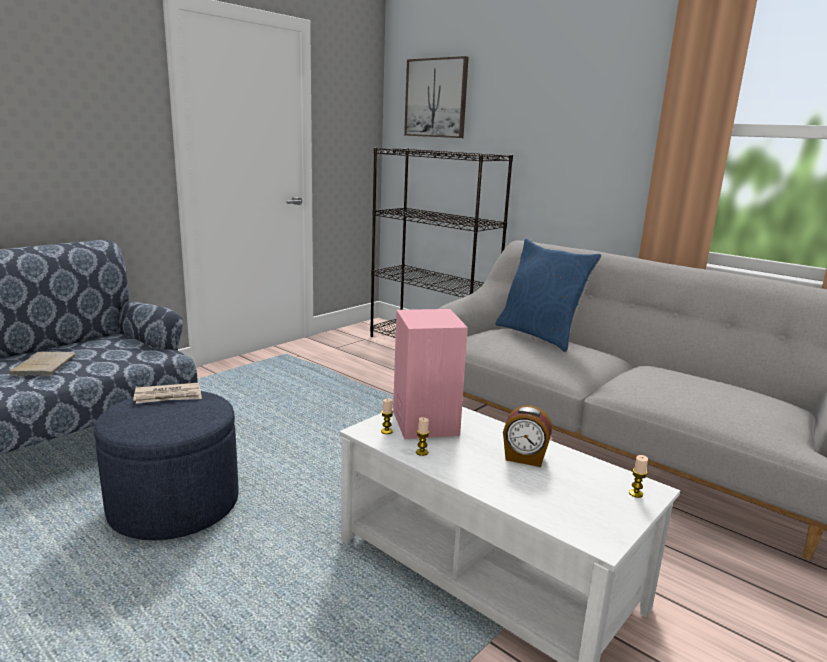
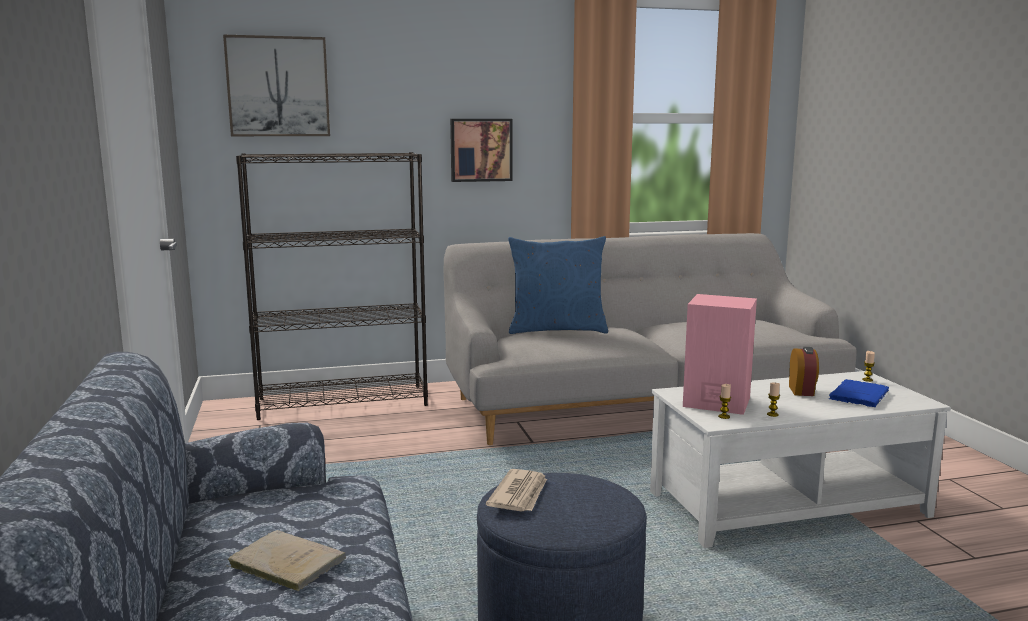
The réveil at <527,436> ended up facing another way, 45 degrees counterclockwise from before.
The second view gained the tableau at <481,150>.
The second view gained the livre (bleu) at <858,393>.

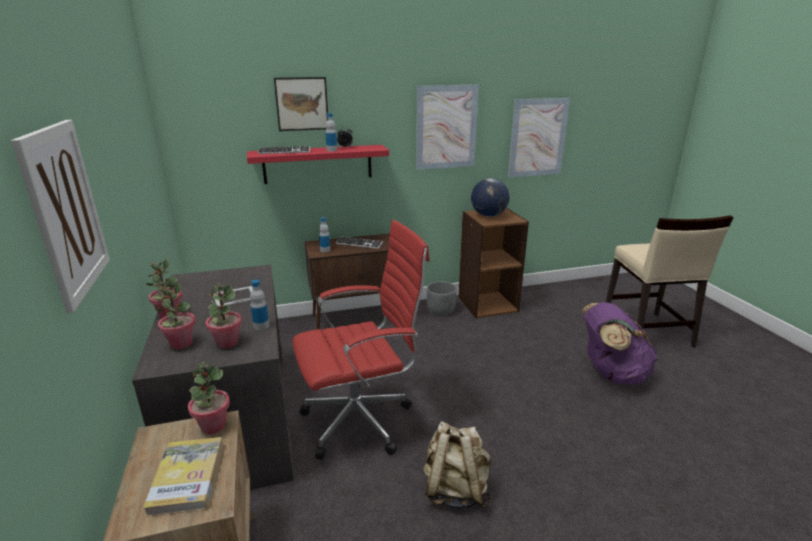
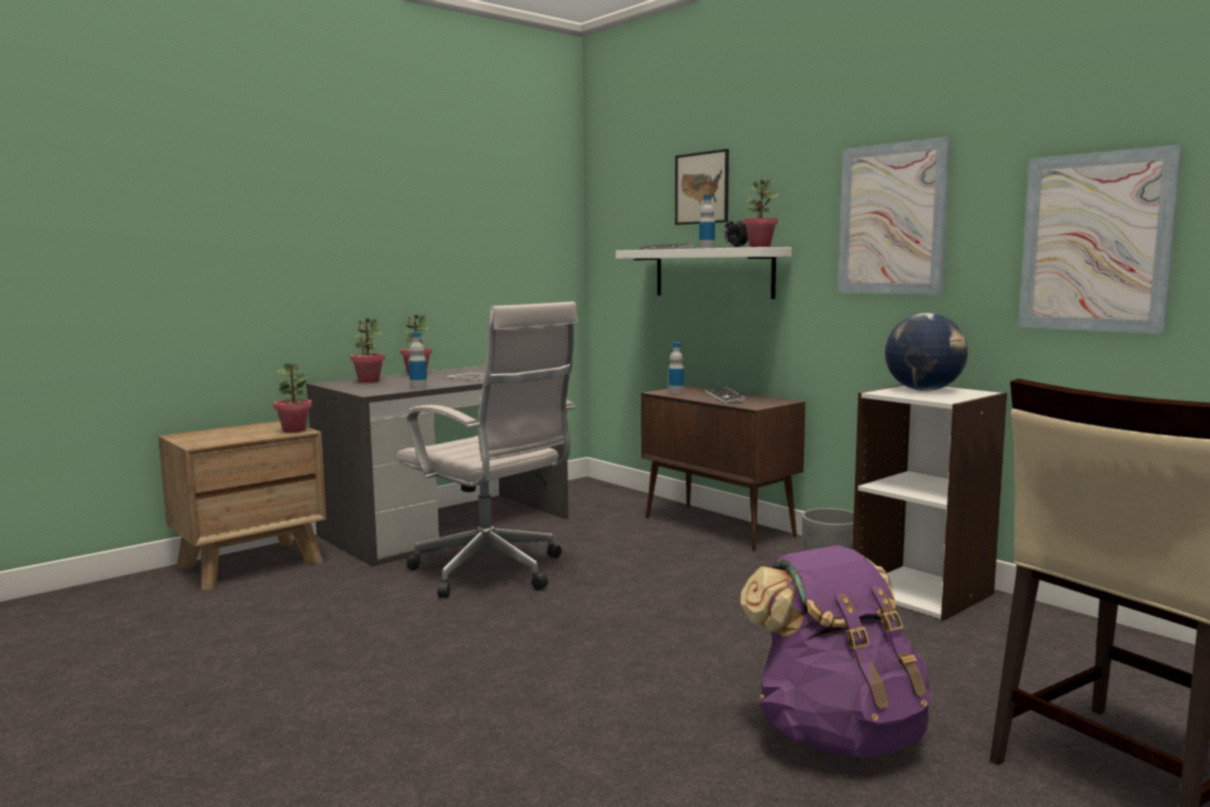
The second view lost the tableau at <60,216>.
The second view lost the livre at <183,477>.
The plante en pot ended up elsewhere, having gone from <224,315> to <761,213>.
What was the étagère (rouge) at <318,164> turned into the étagère (blanc) at <704,273>.
What was the chaise de bureau (rouge) at <360,340> turned into the chaise de bureau (blanc) at <487,450>.
The second view lost the sac à dos (beige) at <457,465>.
What was the bibliothèque (marron) at <493,263> turned into the bibliothèque (blanc) at <929,502>.

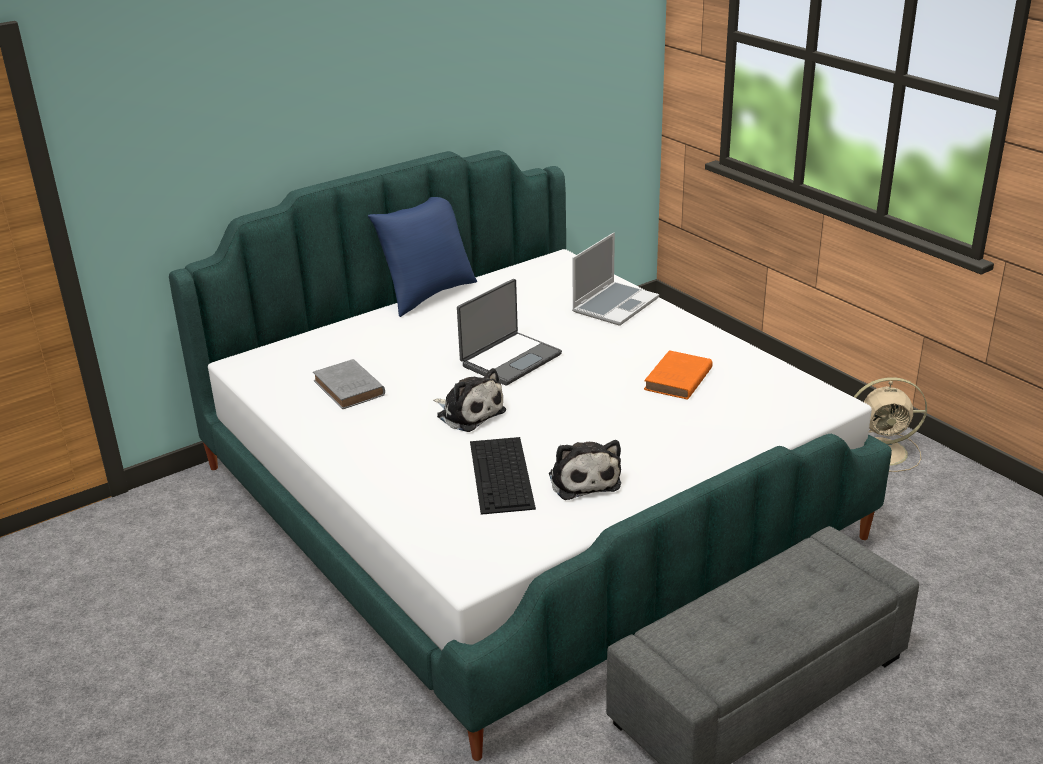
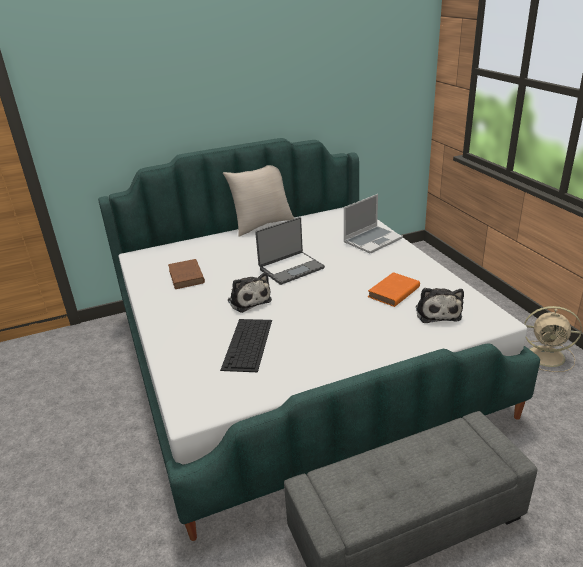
What was the livre (gris) at <349,384> turned into the livre (marron) at <186,274>.
What was the coussin (bleu) at <422,257> turned into the coussin (beige) at <259,201>.
The peluche ended up elsewhere, having gone from <585,470> to <440,305>.

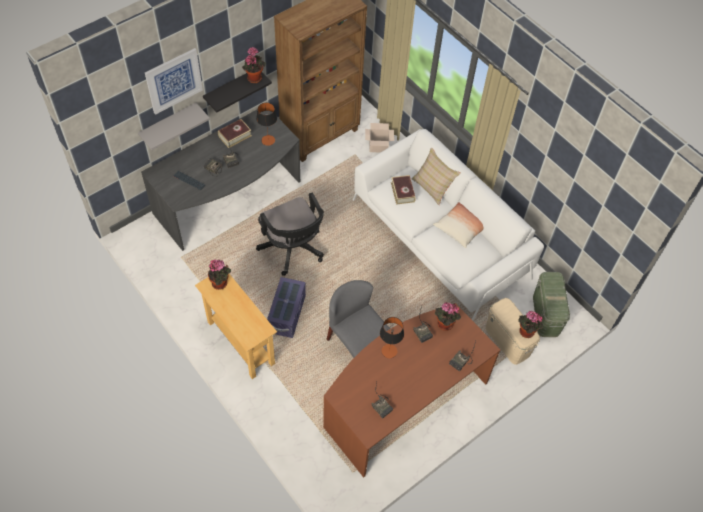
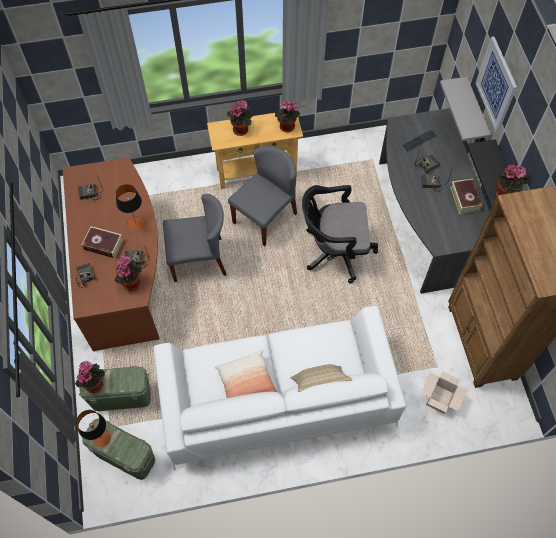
The lampe de table ended up elsewhere, having gone from <266,124> to <93,428>.
Where the boîte de rangement (violet) stood at <286,307>, the chaise (gris) came to stand at <262,196>.
The livre ended up elsewhere, having gone from <403,190> to <102,242>.
What was the boîte de rangement (beige) at <513,331> turned into the boîte de rangement (vert) at <115,388>.
The second view gained the plante en pot at <240,118>.

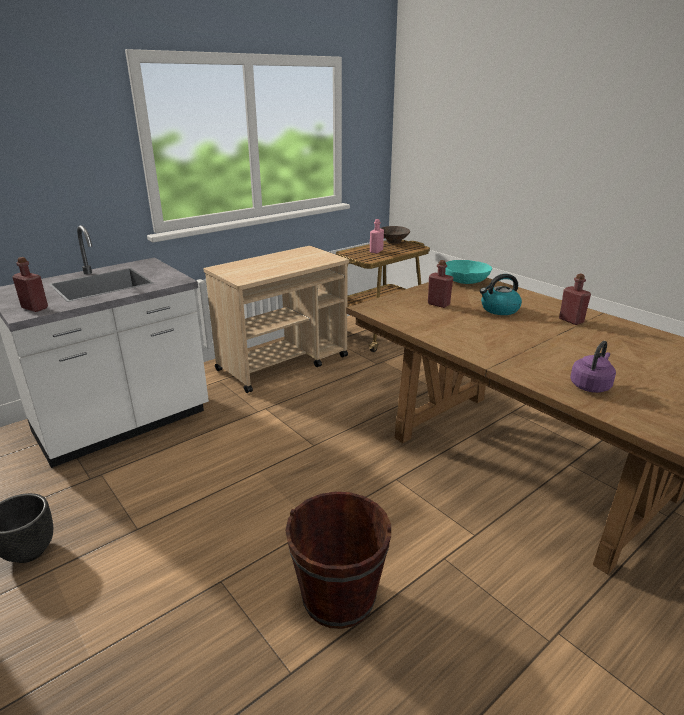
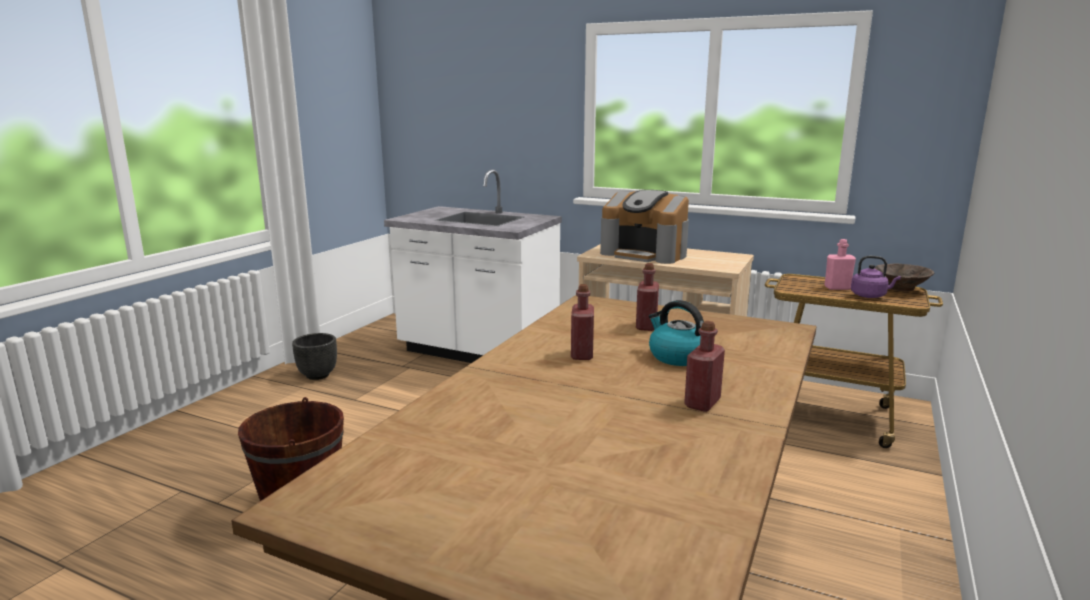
The bouteille (rouge) ended up elsewhere, having gone from <30,284> to <582,322>.
The second view lost the bol (turquoise) at <468,272>.
The bouilloire (violet) ended up elsewhere, having gone from <593,367> to <876,277>.
The second view gained the machine à café at <644,227>.

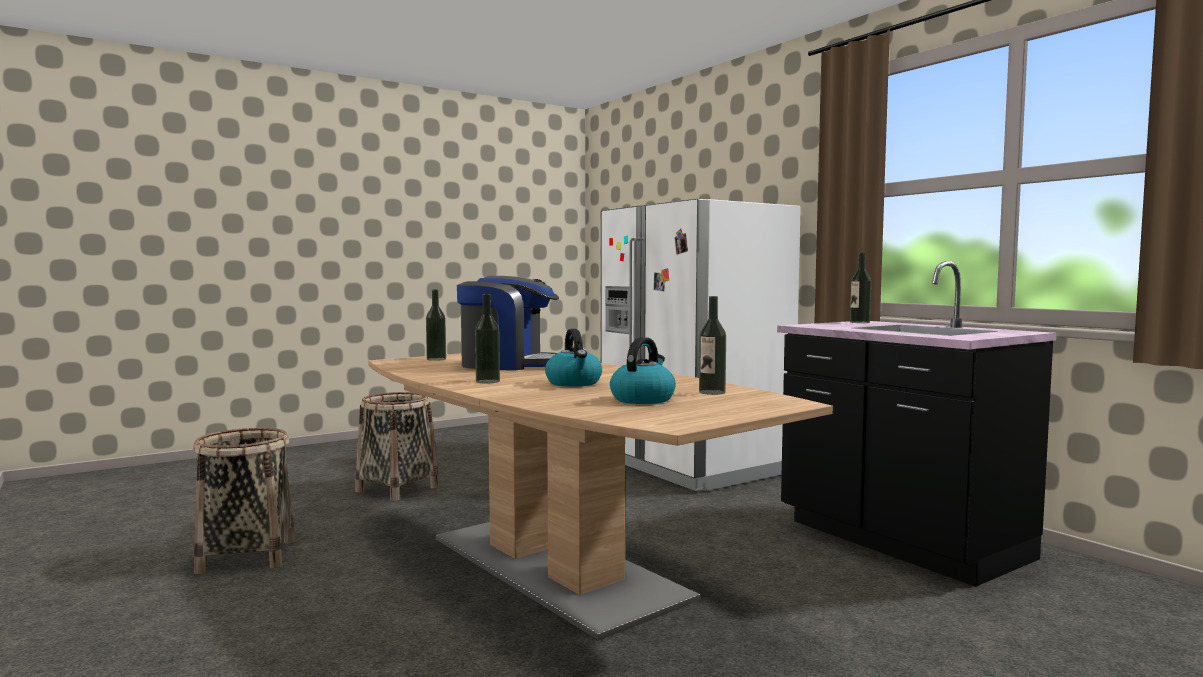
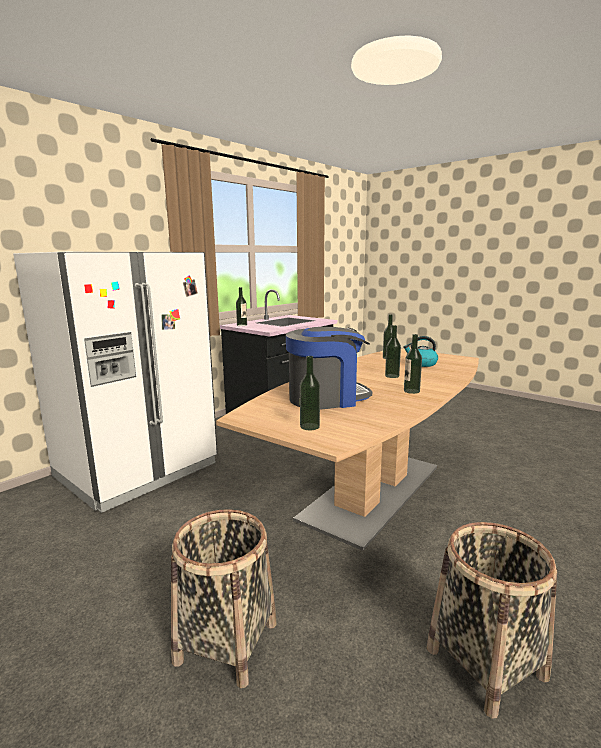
The machine à café at <508,323> ended up facing another way, 75 degrees clockwise from before.
Where the bouilloire stood at <573,357>, the bouteille came to stand at <393,351>.

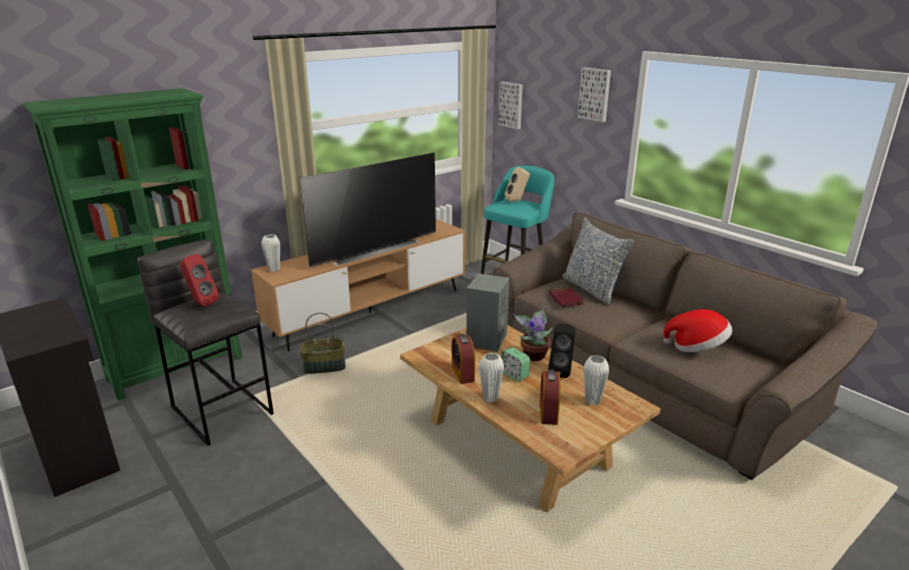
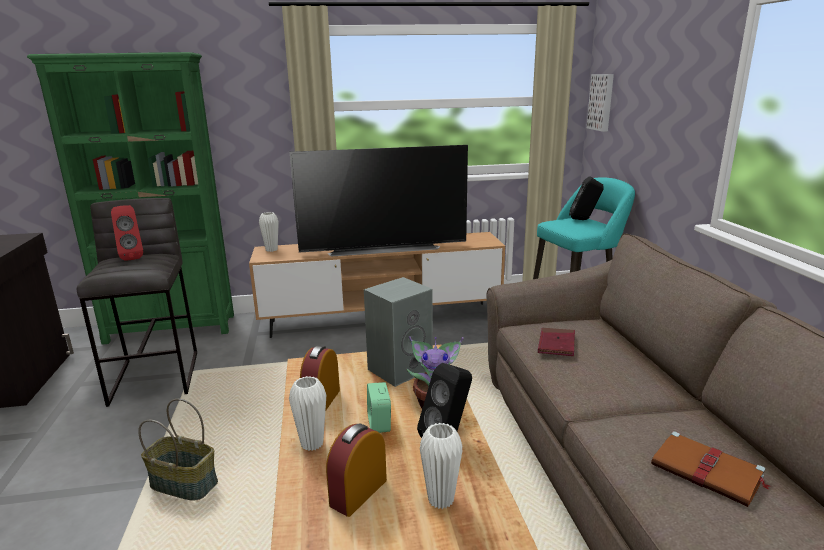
The panier ended up elsewhere, having gone from <323,343> to <178,450>.
What was the enceinte (beige) at <517,184> turned into the enceinte (noir) at <586,198>.
The second view lost the coussin at <598,261>.
The second view lost the tableau at <594,95>.
Where the chapeau stood at <697,330>, the livre (marron) came to stand at <710,469>.

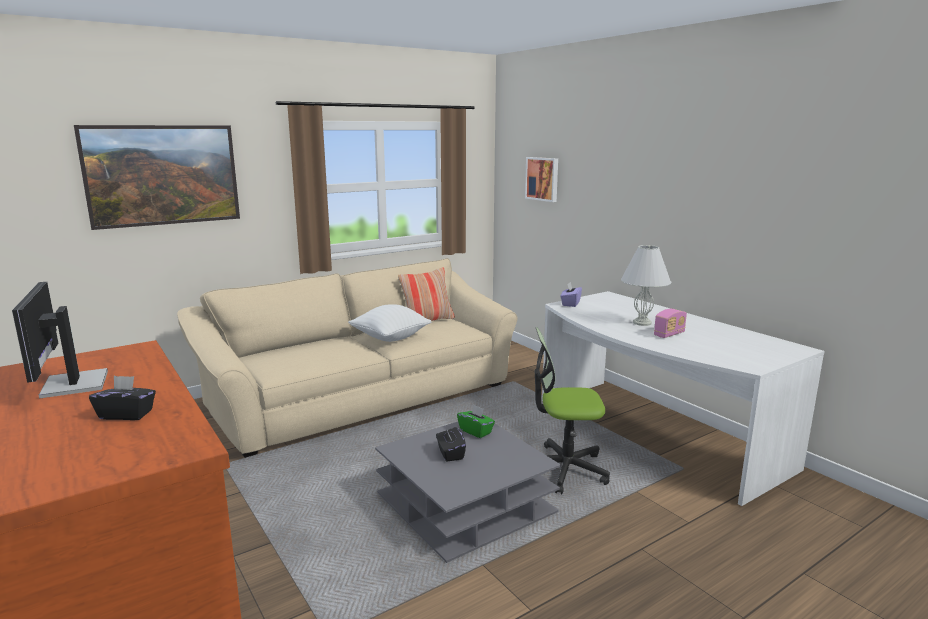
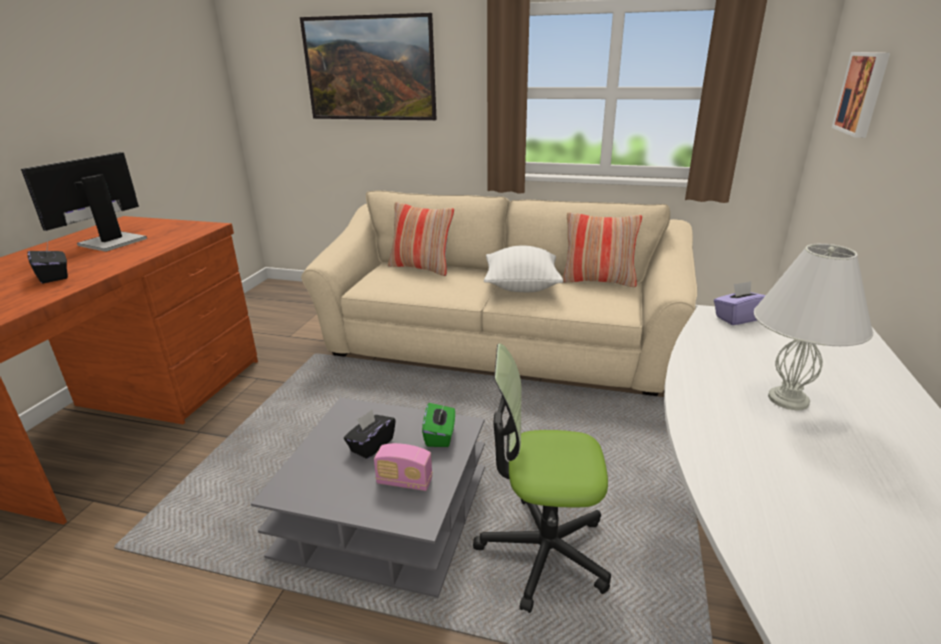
The chaise de bureau at <572,410> ended up facing another way, 45 degrees counterclockwise from before.
The radio ended up elsewhere, having gone from <670,323> to <403,467>.
The second view gained the coussin at <421,239>.

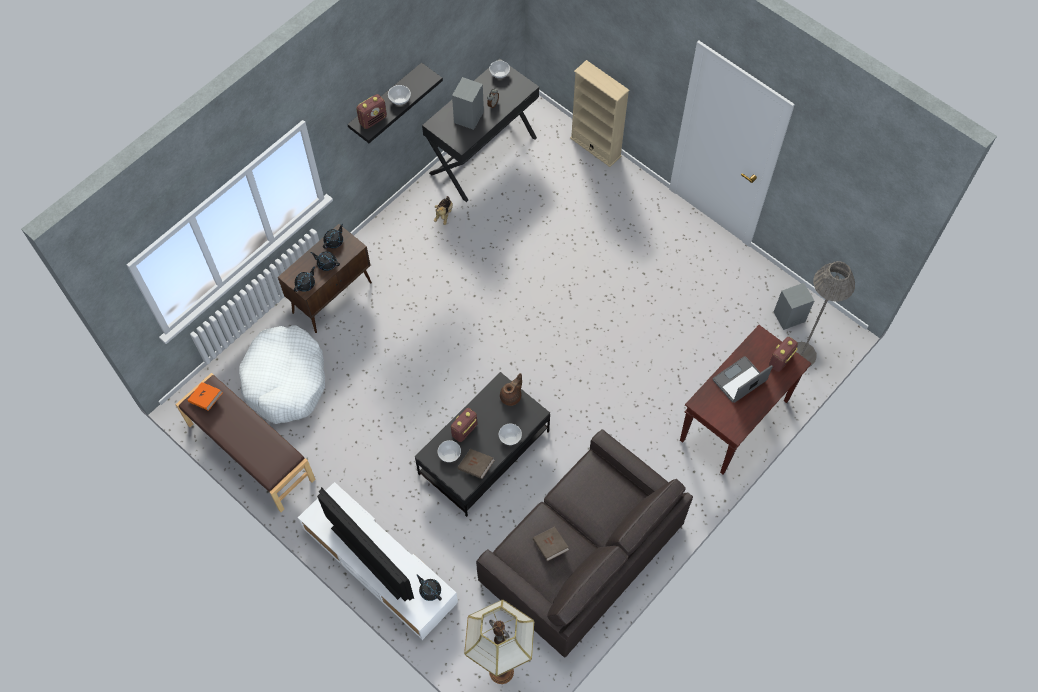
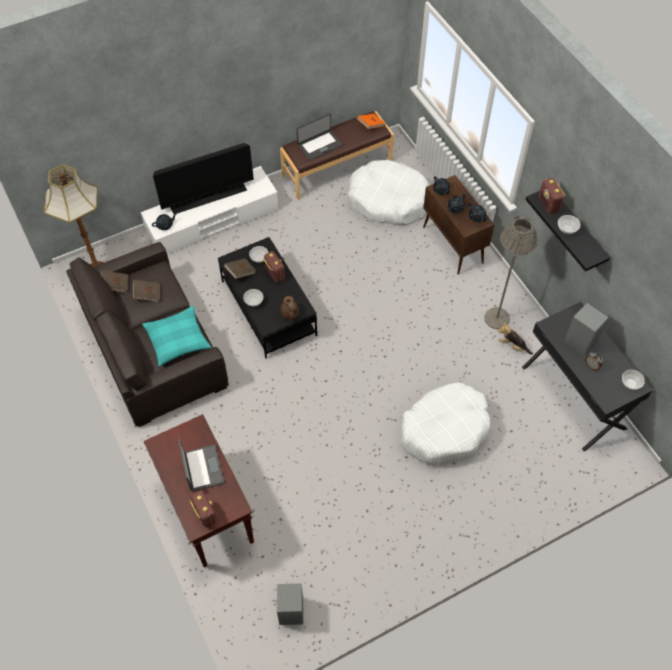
The second view lost the bibliothèque (beige) at <600,113>.
The lampadaire (gris) ended up elsewhere, having gone from <825,314> to <511,272>.
The second view gained the livre (marron) at <114,281>.
The second view gained the coussin (turquoise) at <176,336>.
The second view gained the ordinateur portable at <320,136>.
The second view gained the panier pour chien (blanc) at <445,424>.

